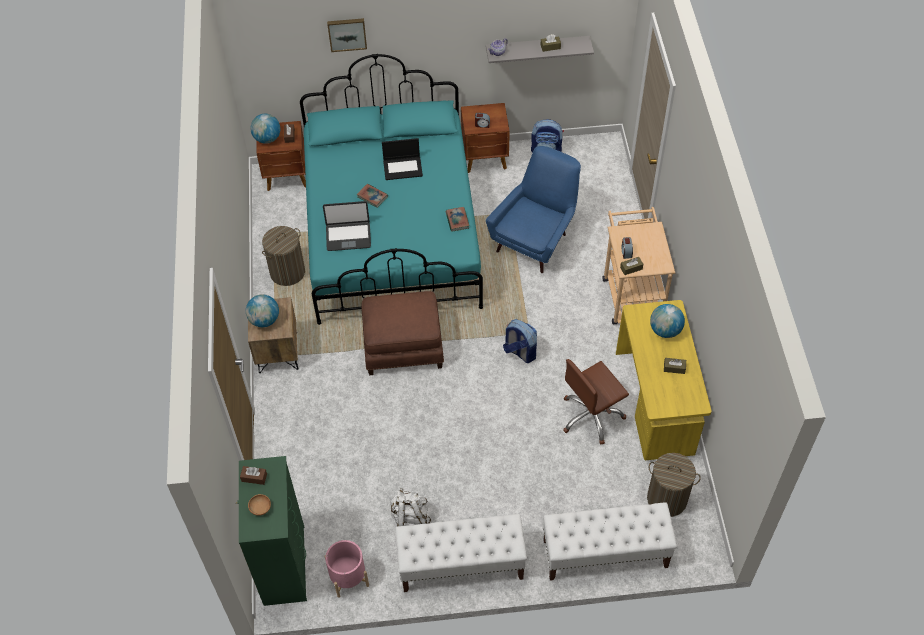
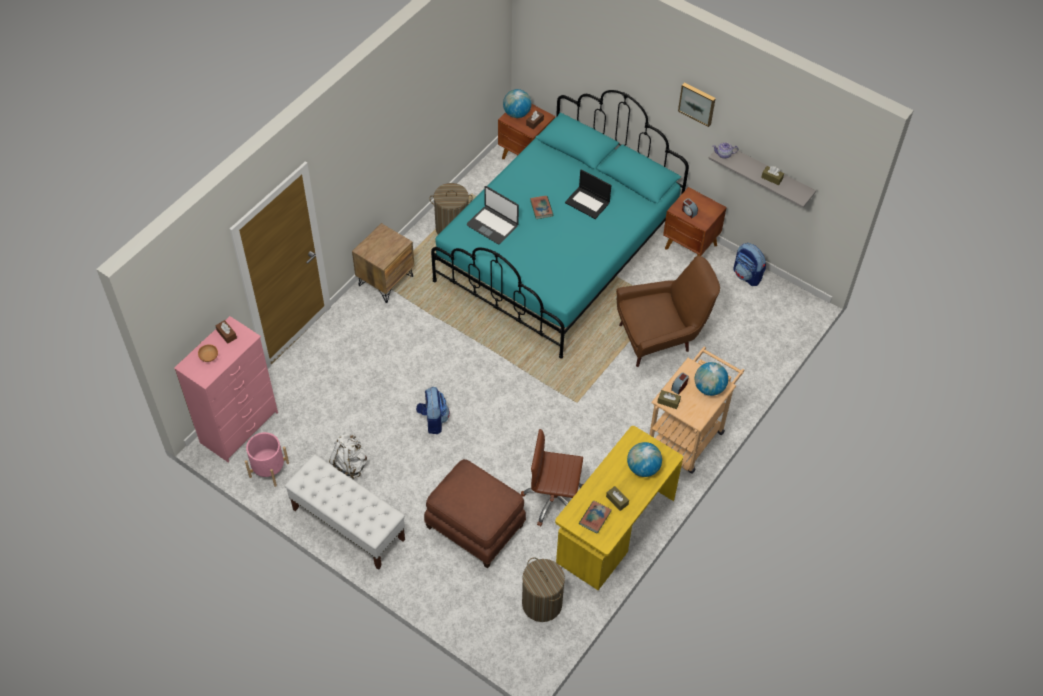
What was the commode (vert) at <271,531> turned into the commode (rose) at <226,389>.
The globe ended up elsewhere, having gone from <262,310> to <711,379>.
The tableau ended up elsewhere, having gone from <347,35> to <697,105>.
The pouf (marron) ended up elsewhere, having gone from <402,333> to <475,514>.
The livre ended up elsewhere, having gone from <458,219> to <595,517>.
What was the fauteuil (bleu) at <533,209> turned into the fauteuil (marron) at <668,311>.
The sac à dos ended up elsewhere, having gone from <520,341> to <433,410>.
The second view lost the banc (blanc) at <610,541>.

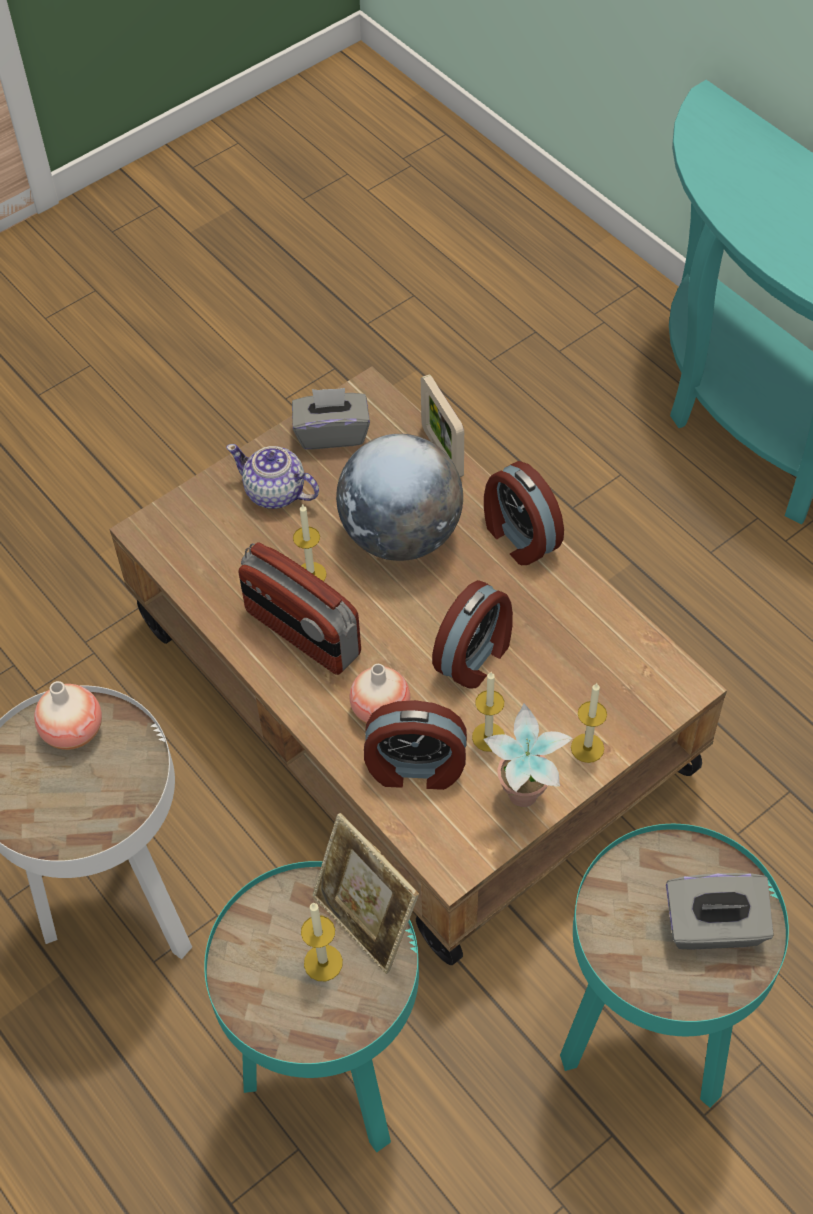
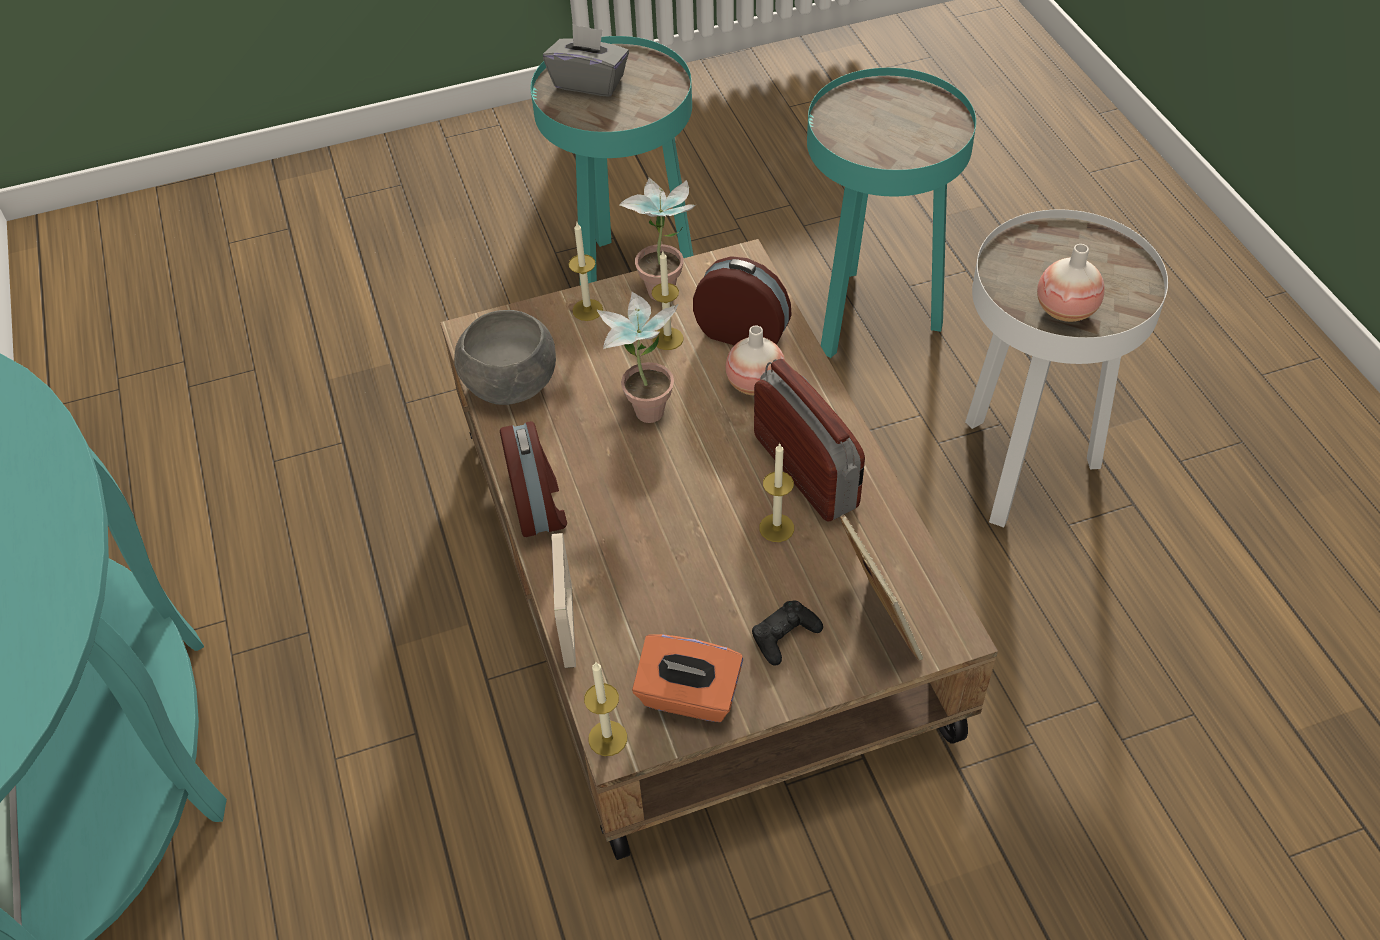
Where the théière stood at <272,476>, the manette (noir) came to stand at <787,633>.
What was the boîte à mouchoirs (gris) at <331,418> turned into the boîte à mouchoirs (orange) at <687,678>.
The bougie ended up elsewhere, having gone from <322,942> to <605,709>.
The cadre photo ended up elsewhere, having gone from <366,893> to <881,587>.
The second view lost the globe at <399,497>.
Where the réveil stood at <472,634>, the plante en pot came to stand at <637,357>.
The second view gained the bol (gris) at <505,357>.

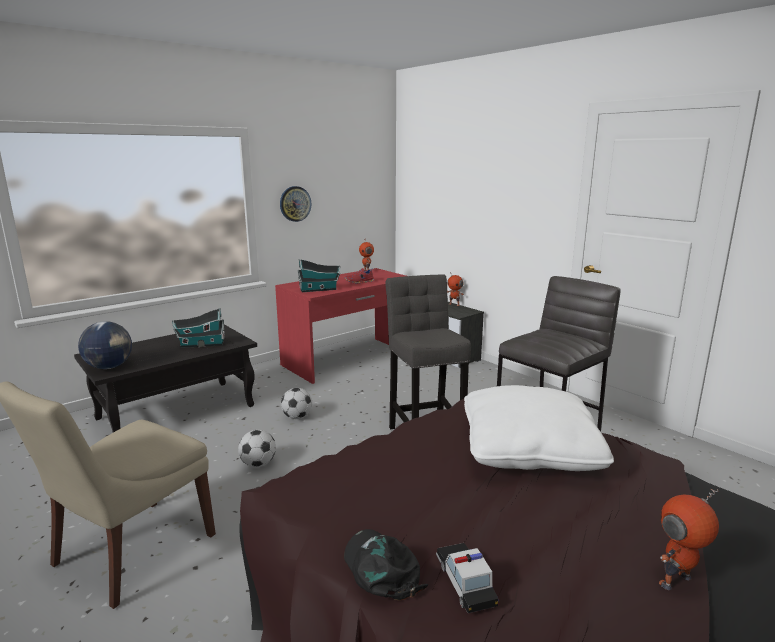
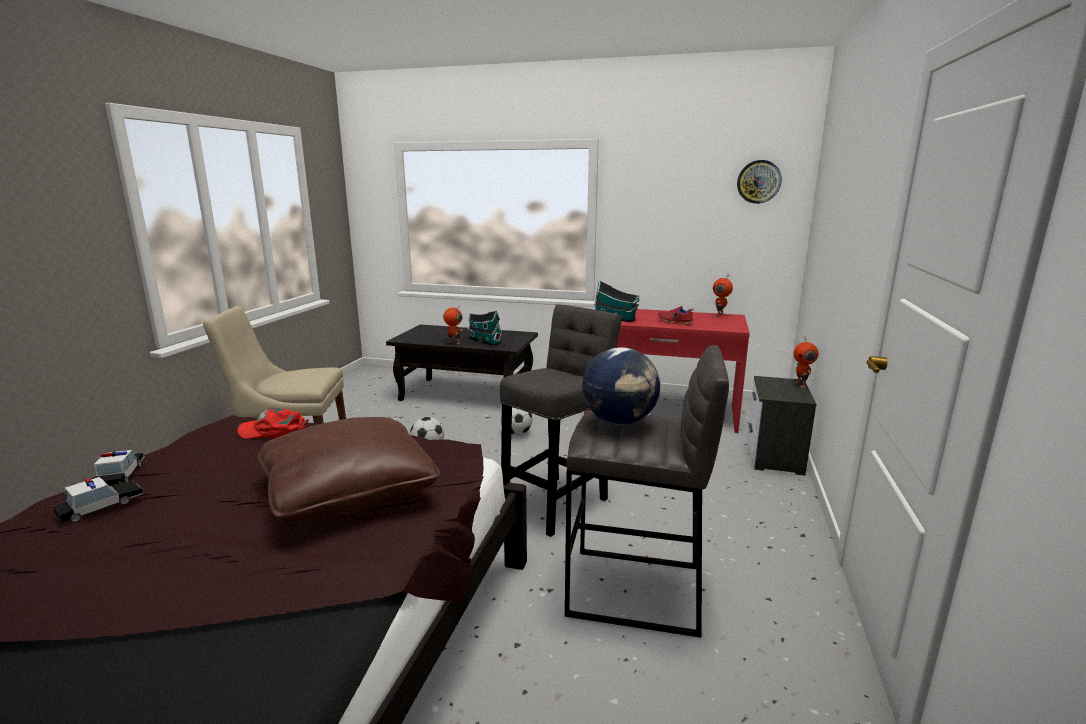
The globe ended up elsewhere, having gone from <105,345> to <621,386>.
The horloge murale ended up elsewhere, having gone from <295,204> to <759,182>.
Where the casquette (noir) stood at <386,564>, the petite voiture came to stand at <119,468>.
What was the coussin (blanc) at <539,428> turned into the coussin (marron) at <349,470>.
The robot jouet ended up elsewhere, having gone from <689,539> to <453,325>.
The second view gained the casquette (rouge) at <273,423>.

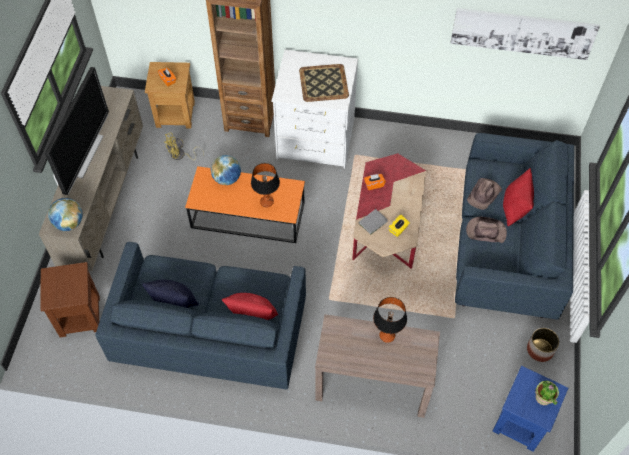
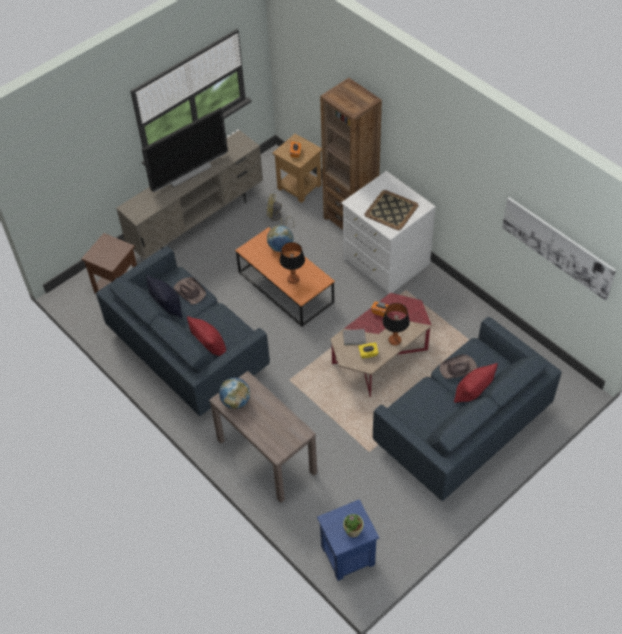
The globe ended up elsewhere, having gone from <65,214> to <234,393>.
The lampe de table ended up elsewhere, having gone from <390,320> to <396,324>.
The chapeau (marron) ended up elsewhere, having gone from <486,230> to <189,291>.
The second view lost the cache-pot at <543,345>.

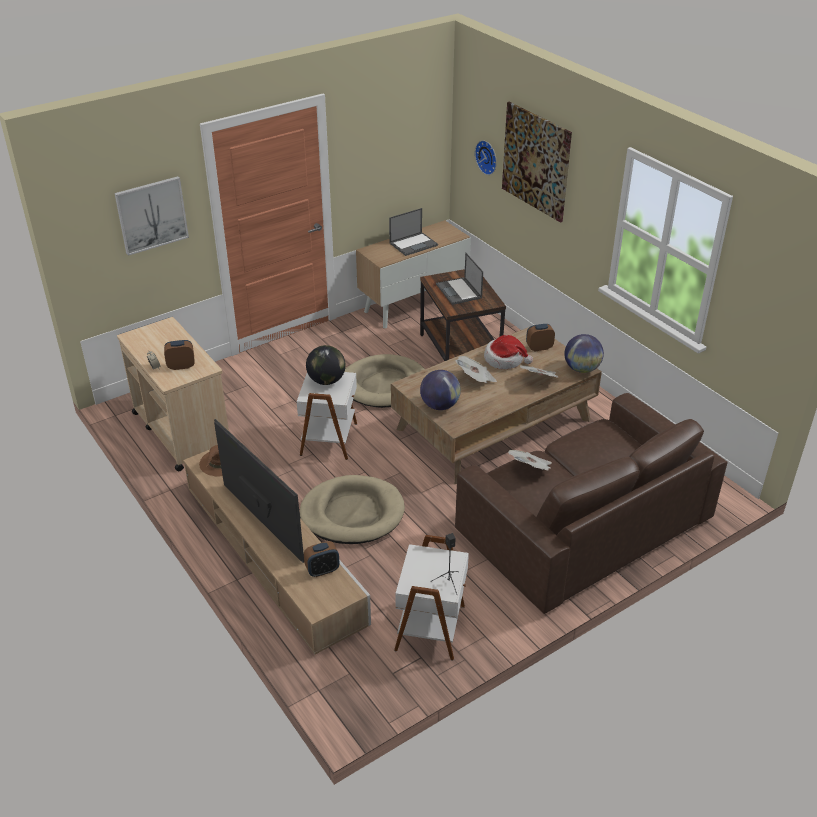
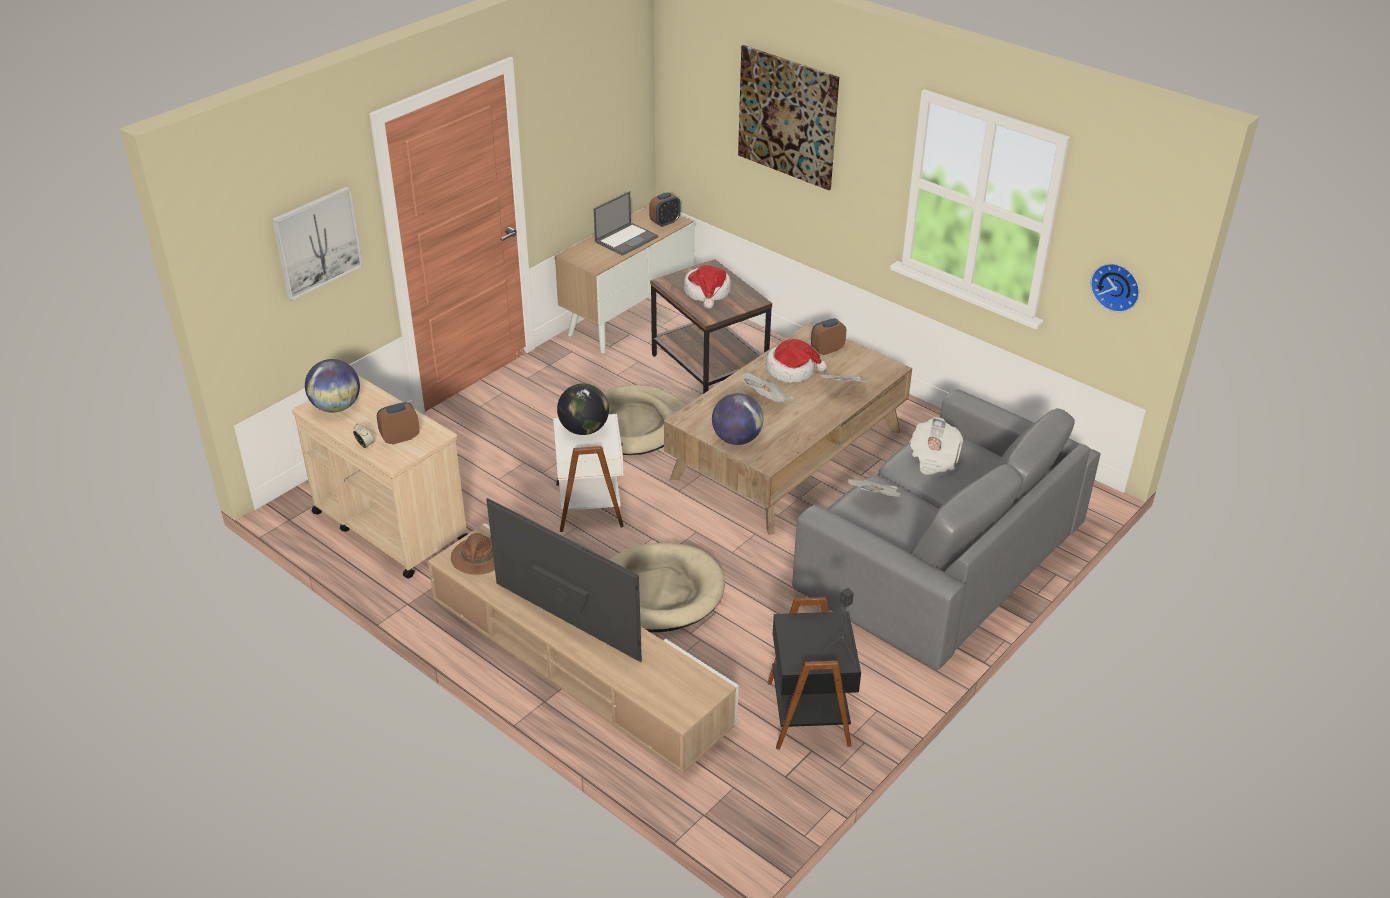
The réveil ended up elsewhere, having gone from <322,559> to <664,209>.
What was the table d'appoint (blanc) at <431,598> turned into the table d'appoint (noir) at <814,673>.
Where the ordinateur portable stood at <459,278>, the chapeau came to stand at <707,287>.
What was the canapé (marron) at <591,503> turned into the canapé (gris) at <946,529>.
The horloge murale ended up elsewhere, having gone from <486,157> to <1115,287>.
The globe ended up elsewhere, having gone from <584,353> to <332,385>.
The second view gained the journal at <936,446>.

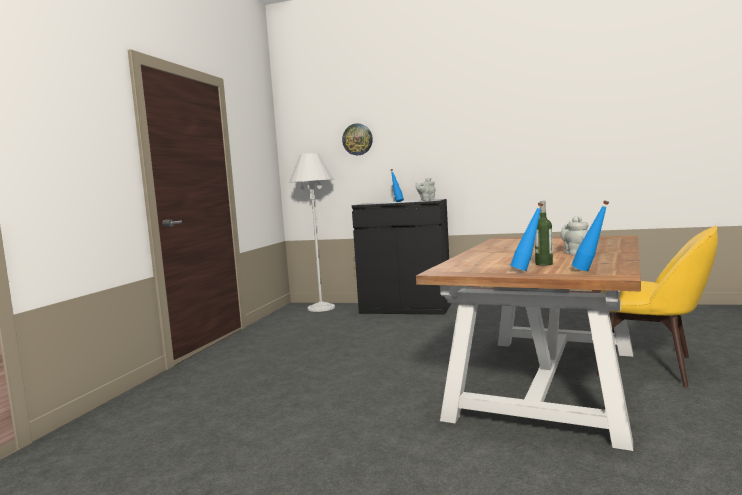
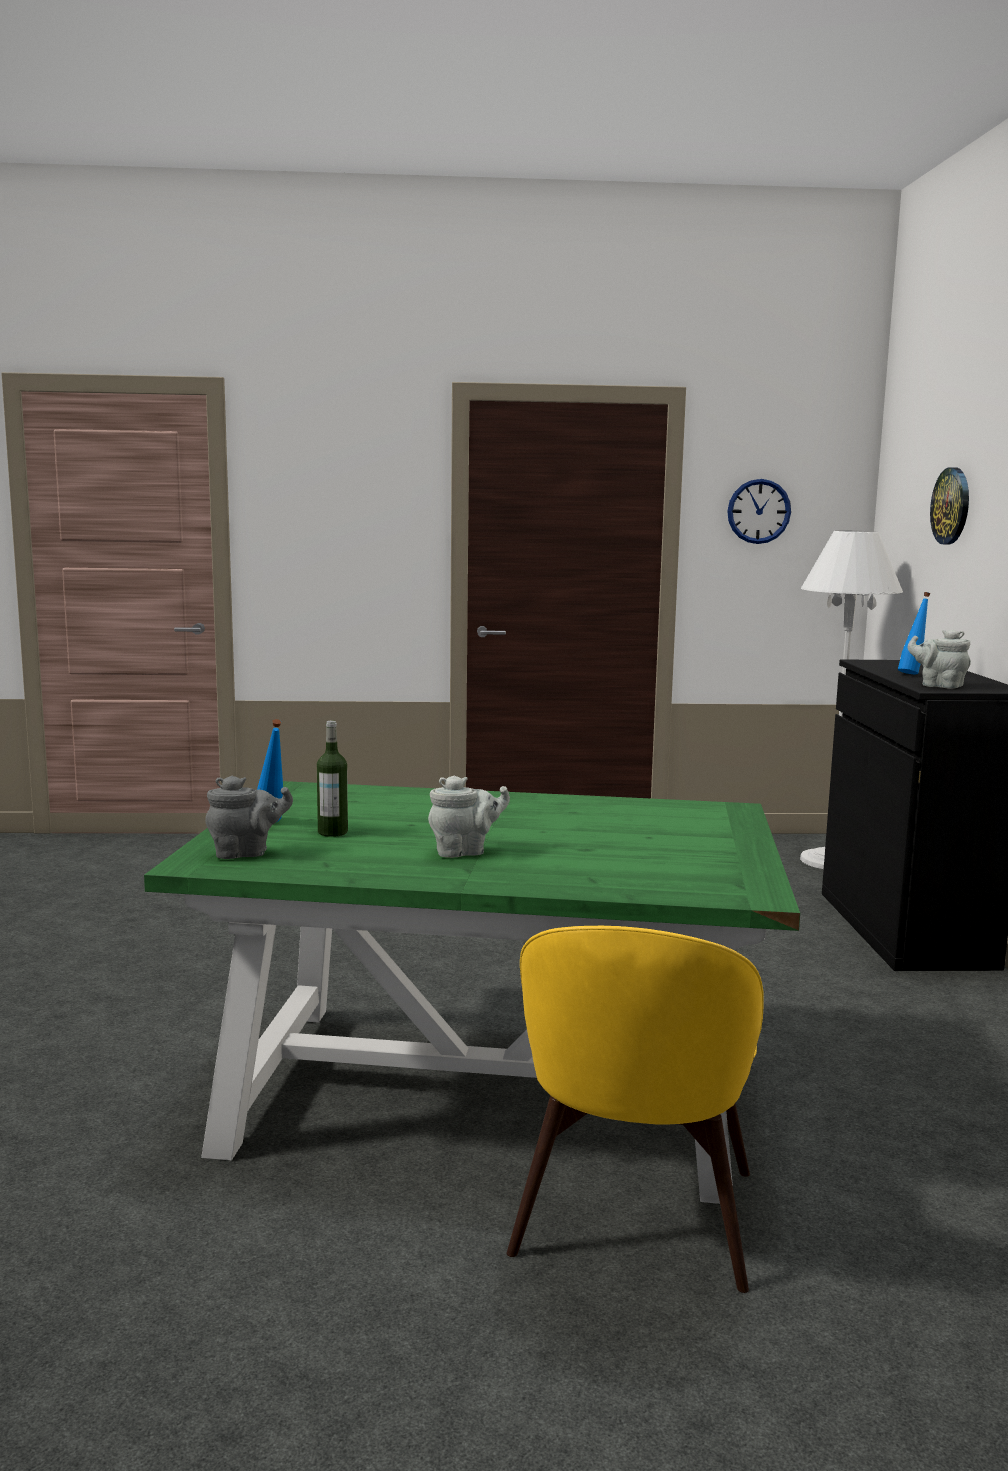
What was the table à manger (marron) at <528,343> turned into the table à manger (vert) at <472,992>.
Where the bouteille (bleu) stood at <590,235>, the théière (gris) came to stand at <249,817>.
The second view gained the horloge murale at <759,511>.

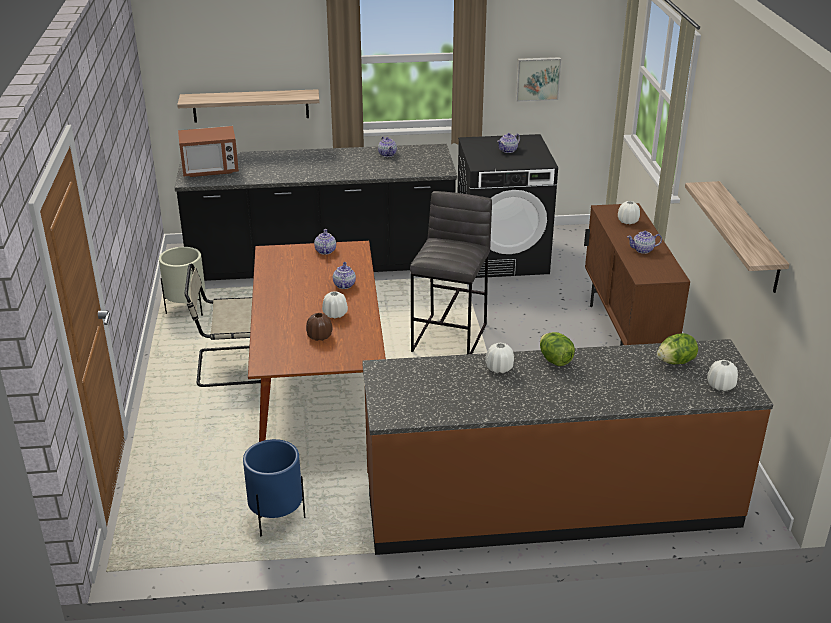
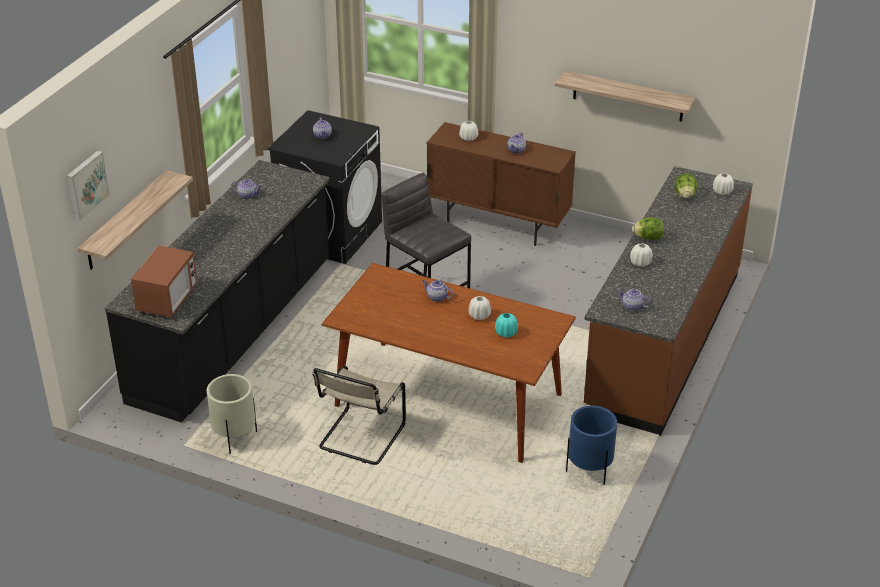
What was the vase (marron) at <319,327> turned into the vase (turquoise) at <506,325>.
The théière ended up elsewhere, having gone from <325,242> to <634,299>.
The tableau ended up elsewhere, having gone from <538,79> to <88,186>.

